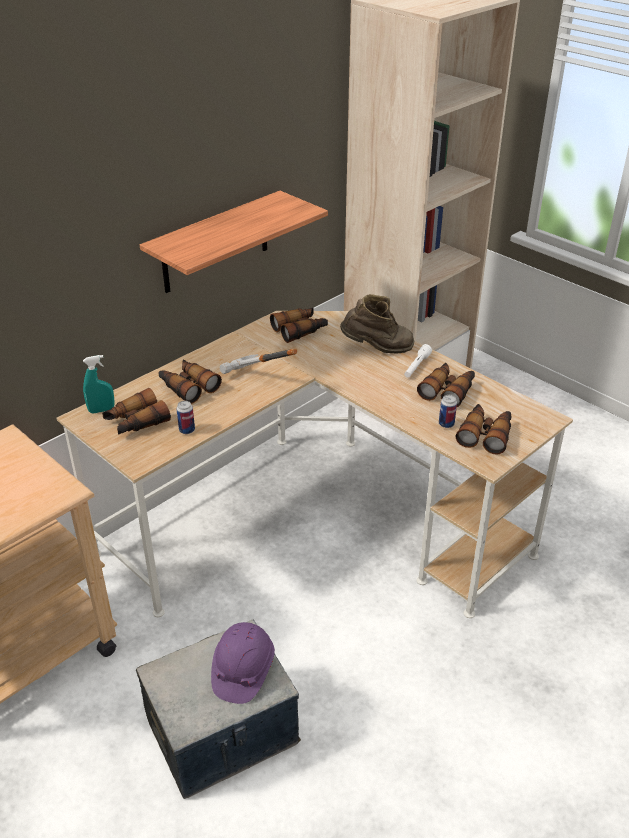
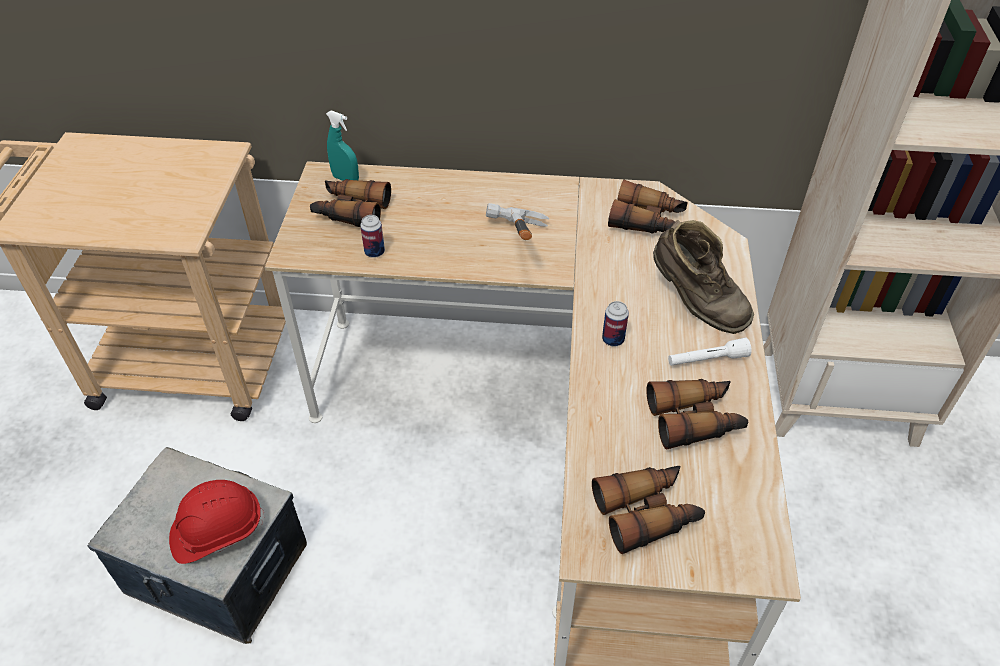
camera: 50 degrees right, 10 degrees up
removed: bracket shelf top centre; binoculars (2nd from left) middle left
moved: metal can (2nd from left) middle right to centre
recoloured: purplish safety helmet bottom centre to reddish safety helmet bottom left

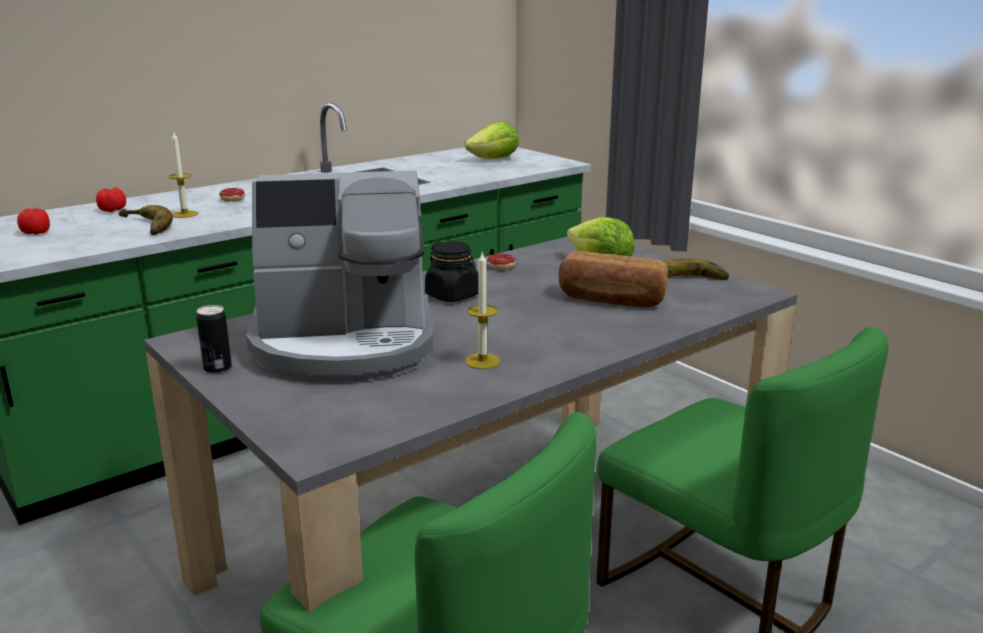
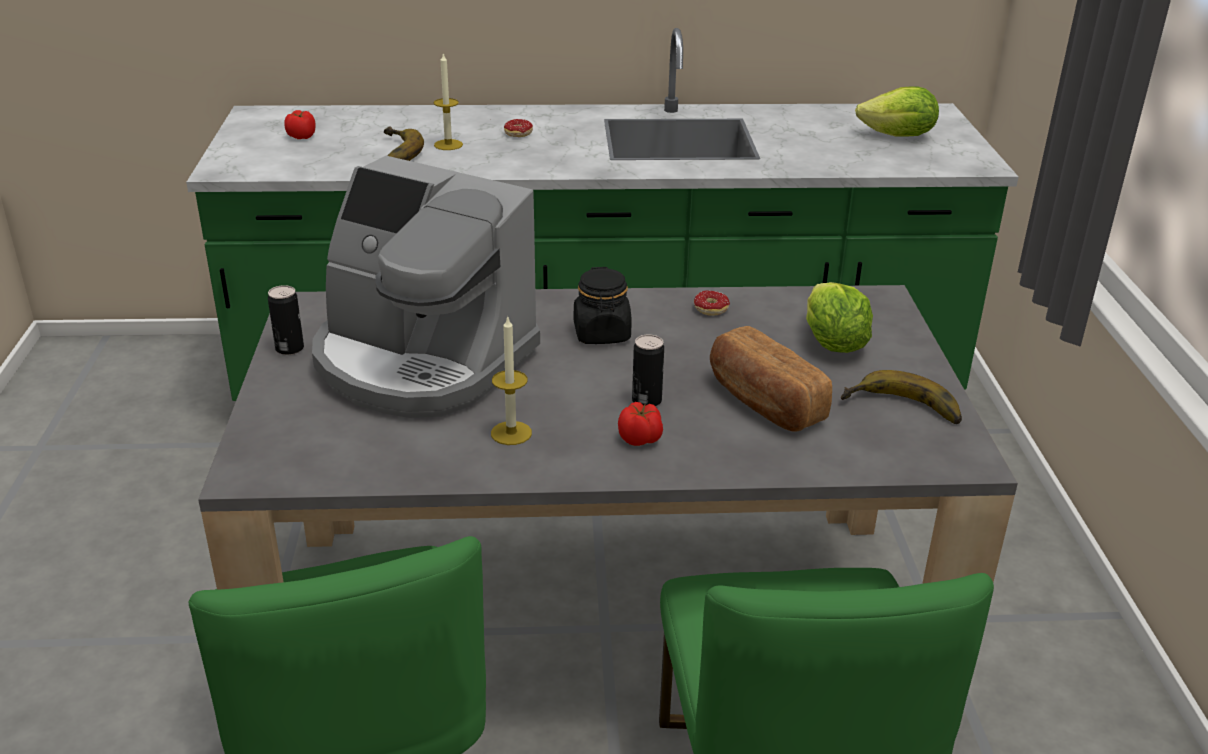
camera: 35 degrees right, 10 degrees up
added: metal can (2nd from left) centre
moved: fresh tomato (2nd from left) top left to centre

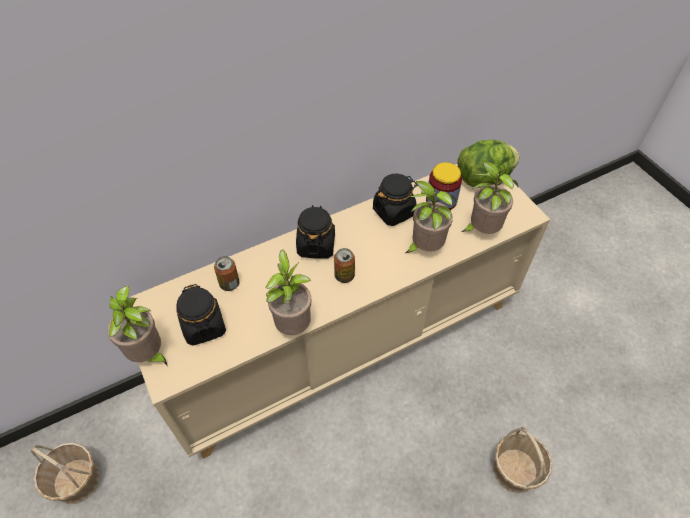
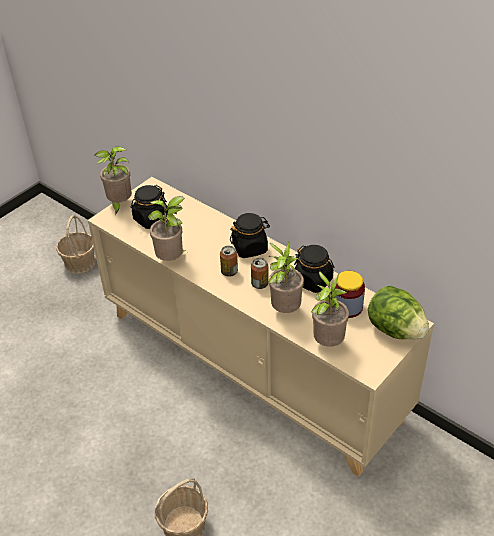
camera: 70 degrees right, 10 degrees down
moved: metal can (1st from left in the first image) middle left to metal can (2nd from left) centre

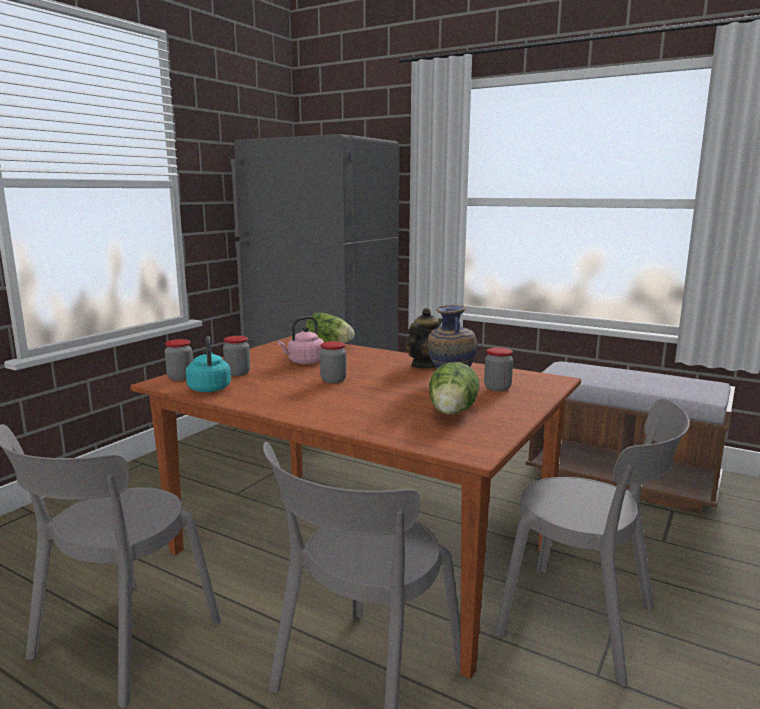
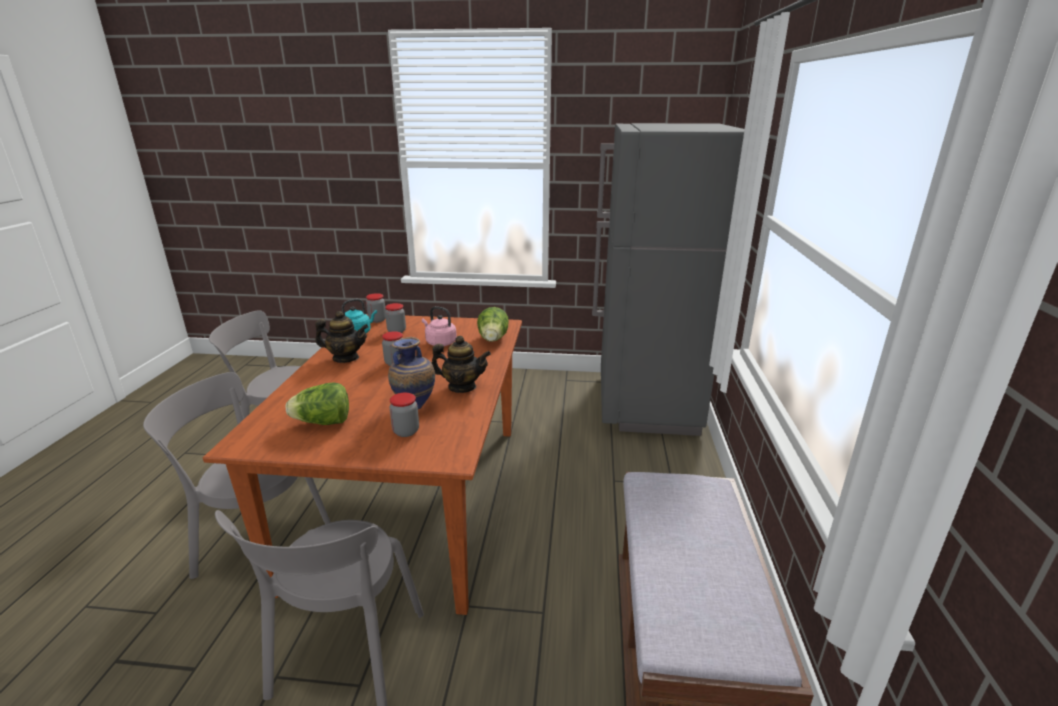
camera: 65 degrees right, 10 degrees up
added: teapot (1st from left) middle left

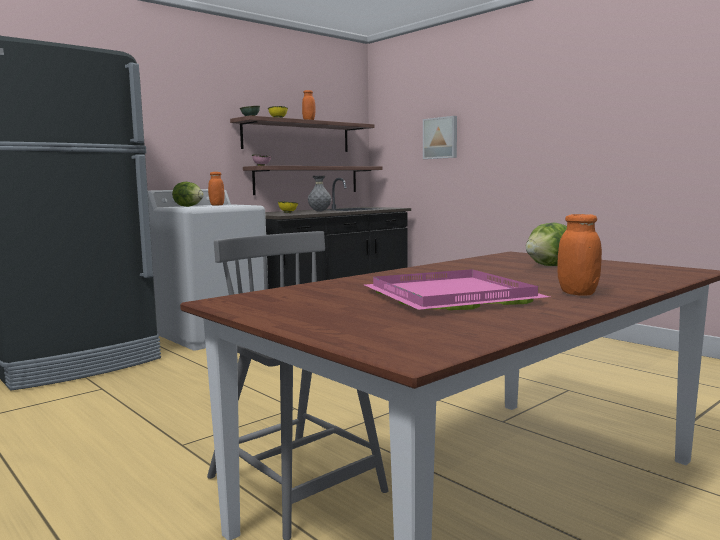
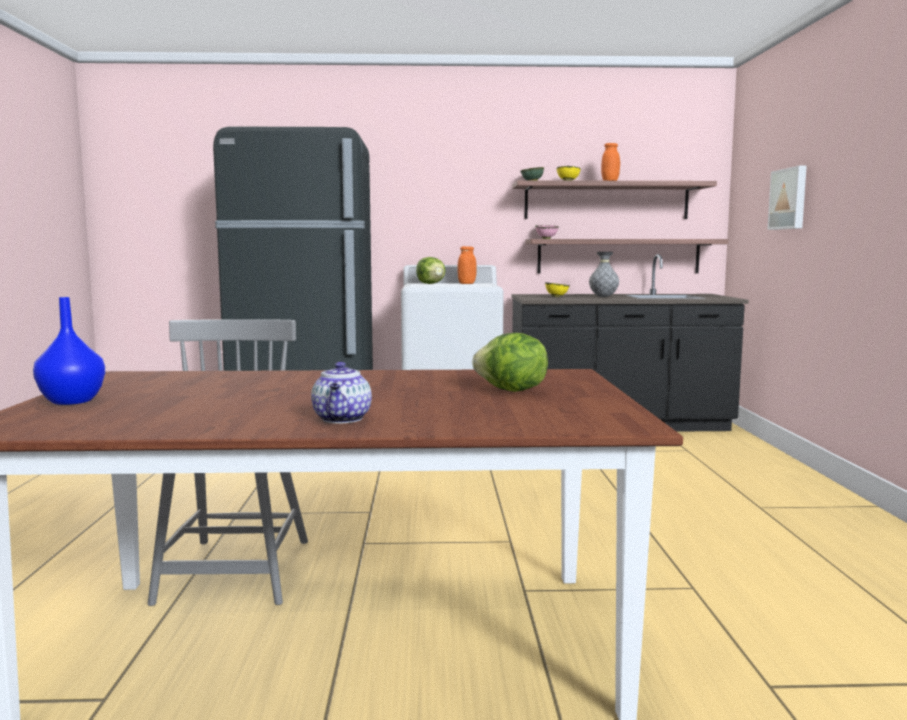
camera: 40 degrees right, 0 degrees up
removed: pinkish serving tray centre
added: blue-coloured flower vase middle left
replaced: orange-coloured preserve jar (3rd from left) middle right to teapot centre

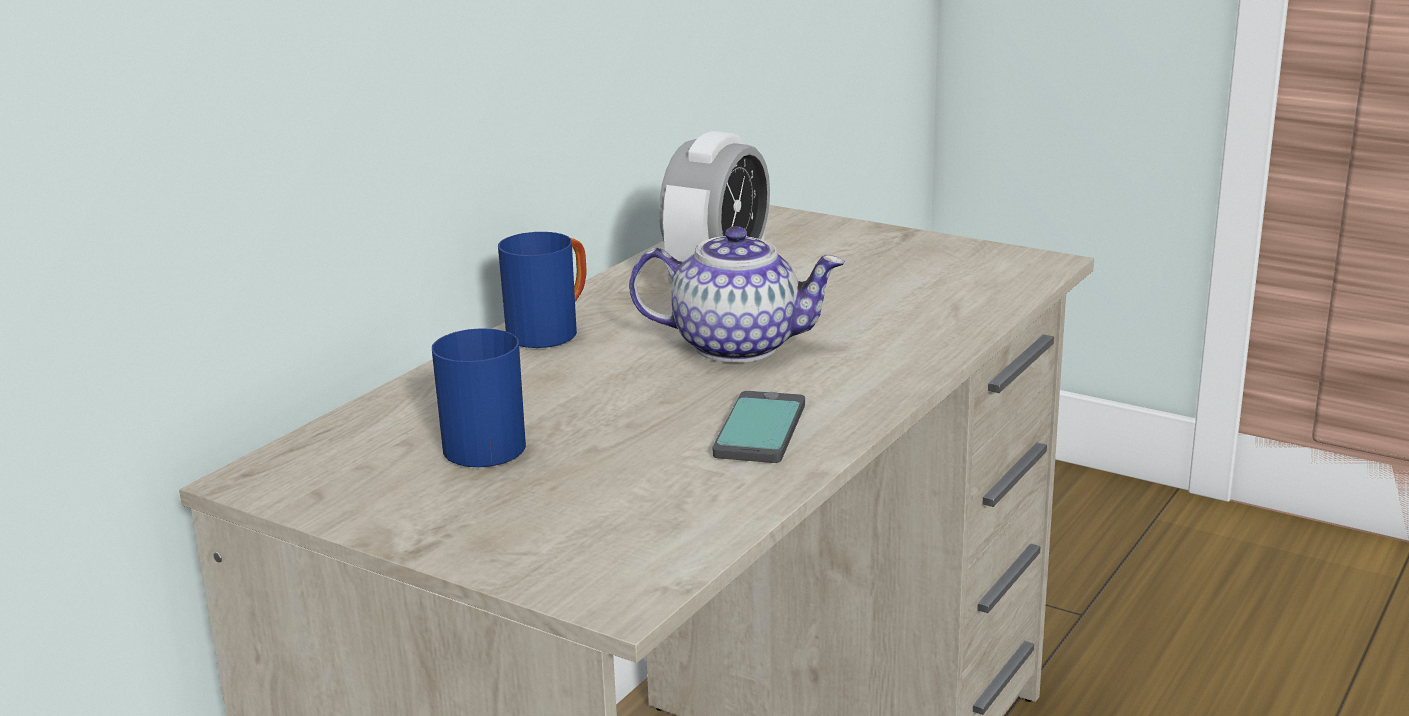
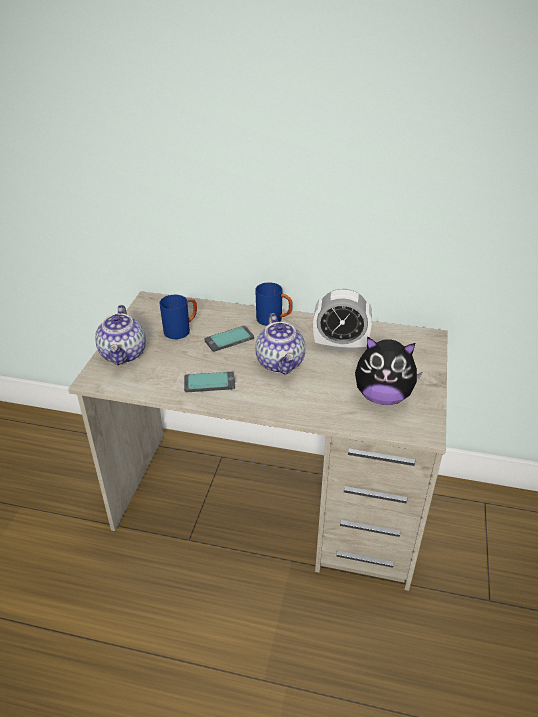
camera: 70 degrees right, 15 degrees up
added: teapot (1st from left) middle left; phone (2nd from left) centre; plush toy middle right

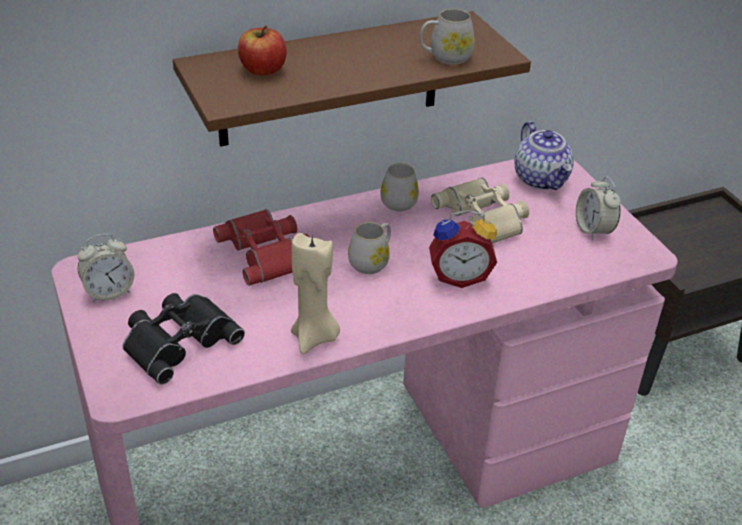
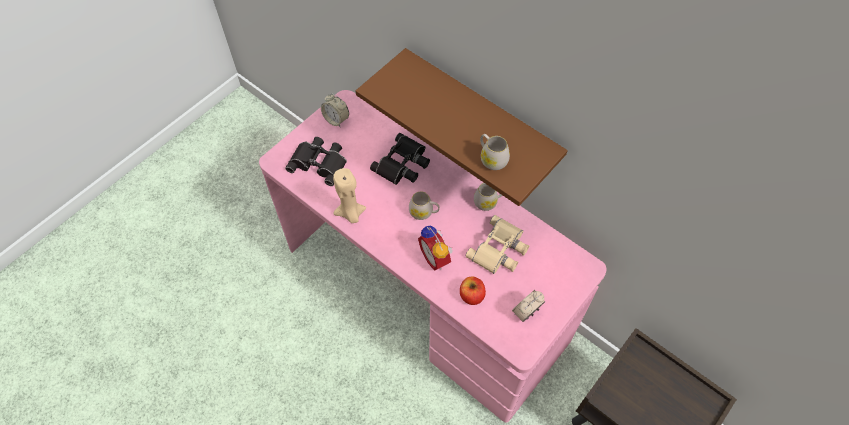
camera: 65 degrees right, 20 degrees up
removed: teapot top right
moved: apple top centre to bottom centre
recoloured: reddish binoculars centre to black-coloured binoculars (2nd from left) centre

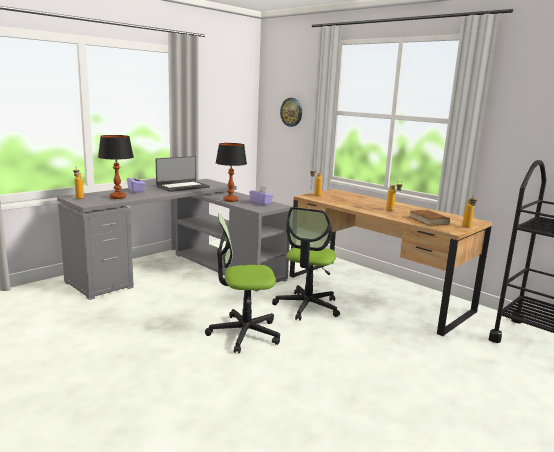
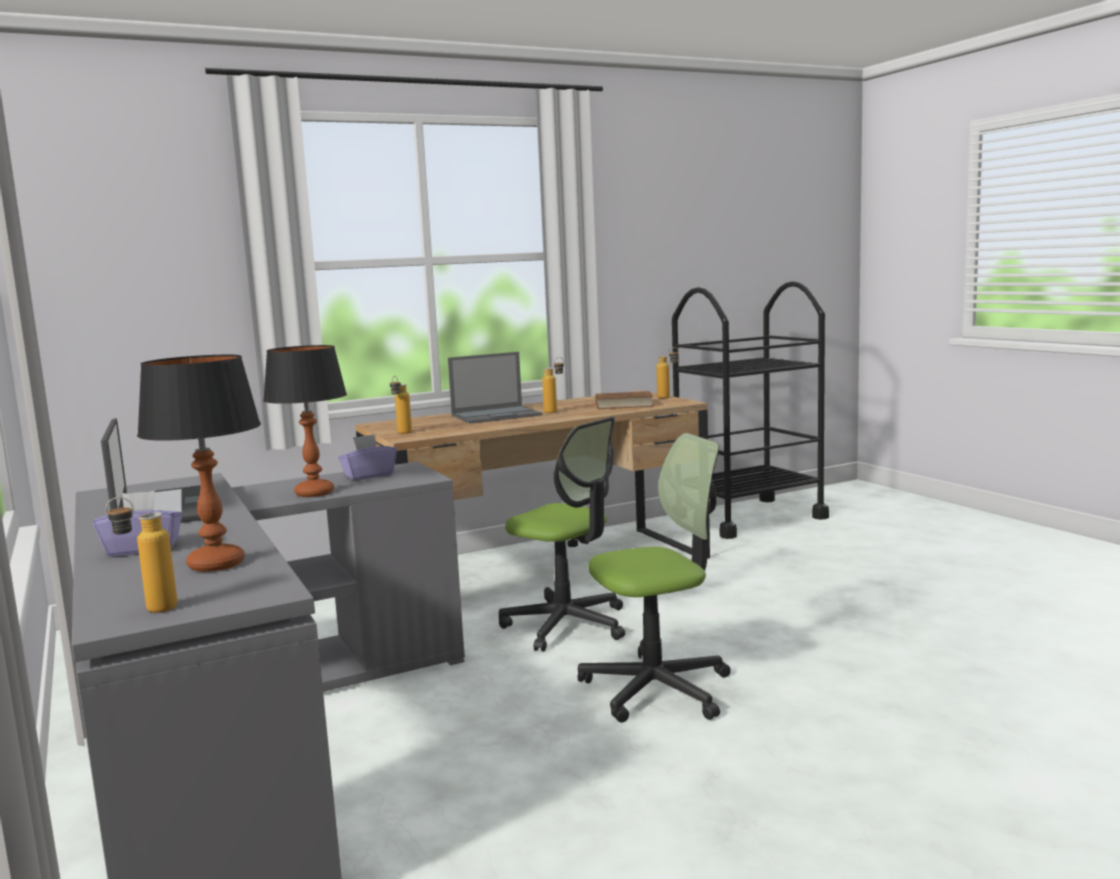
camera: 70 degrees left, 5 degrees down
removed: wall clock top centre
added: notebook computer (2nd from left) centre
turned: computer chair (1st from left in the first image) centre = centre 120 degrees counterclockwise

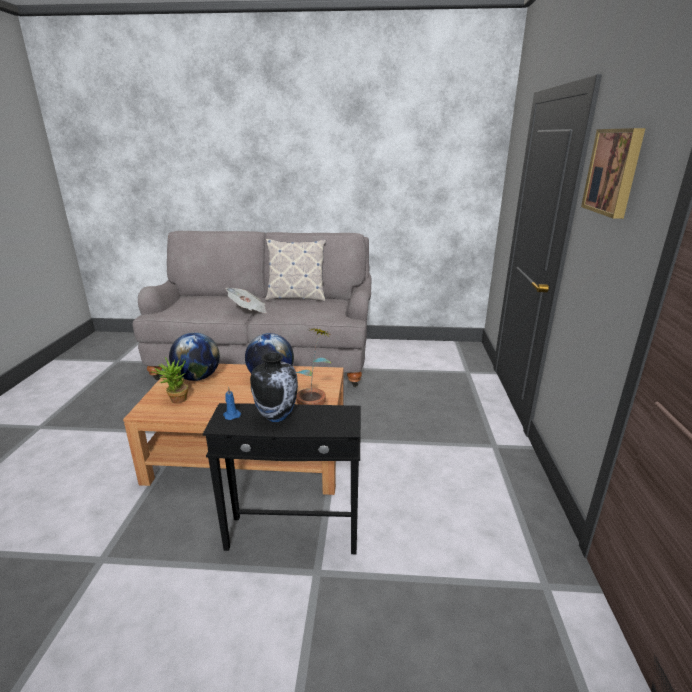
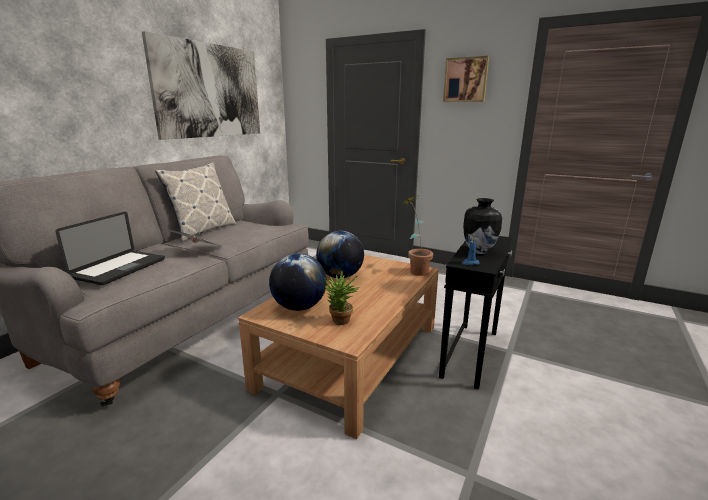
camera: 65 degrees left, 5 degrees down
added: notebook computer middle left; wall art (1st from left) top left

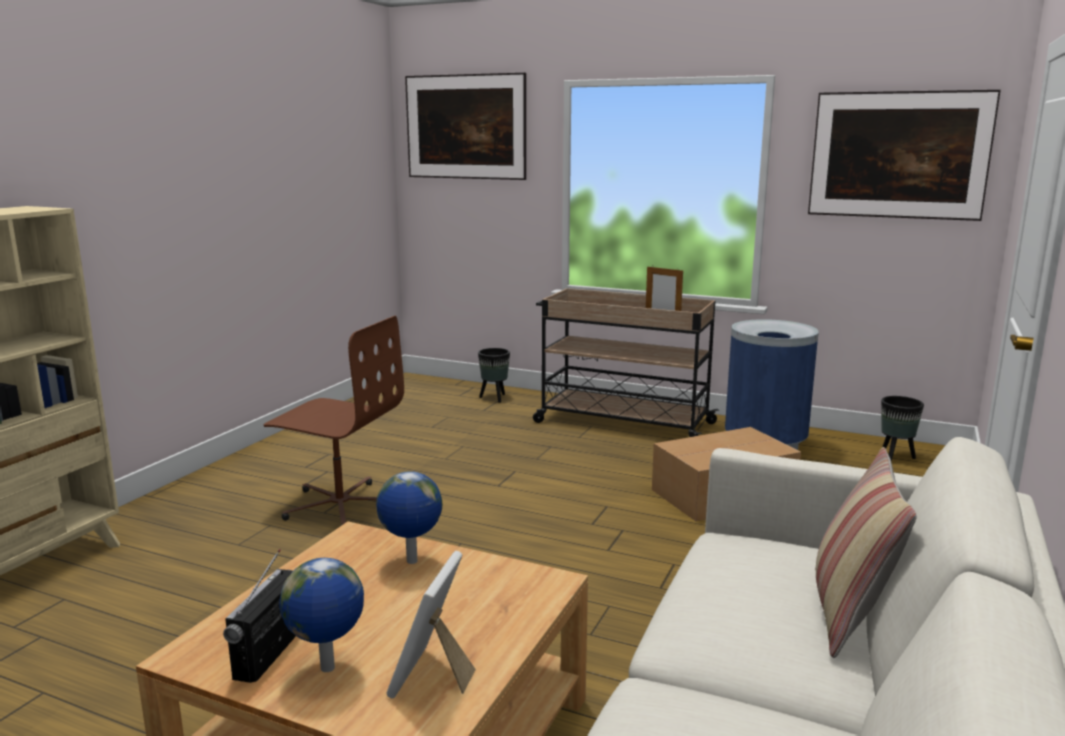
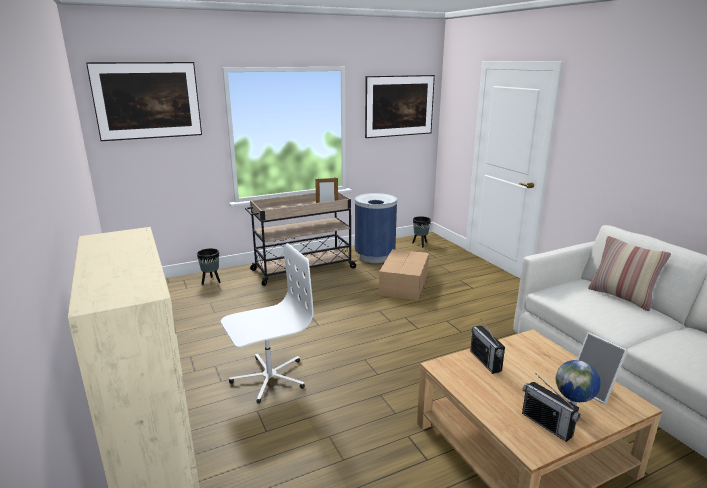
camera: 50 degrees left, 5 degrees up
replaced: desk globe (2nd from left) bottom centre to radio set (1st from left) bottom right
recoloured: brown computer chair middle left to white computer chair centre

